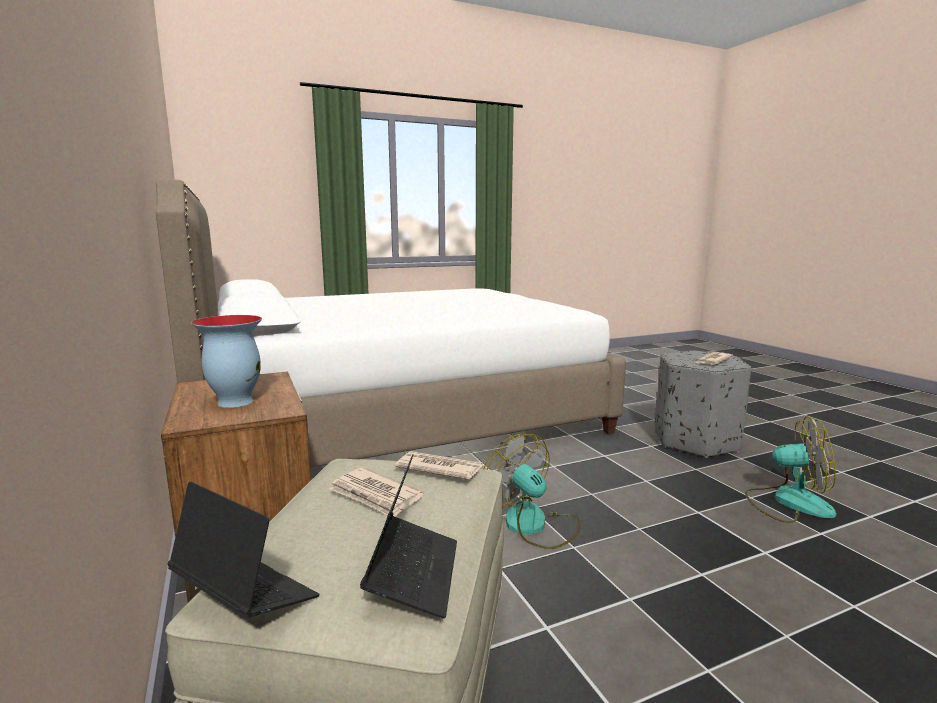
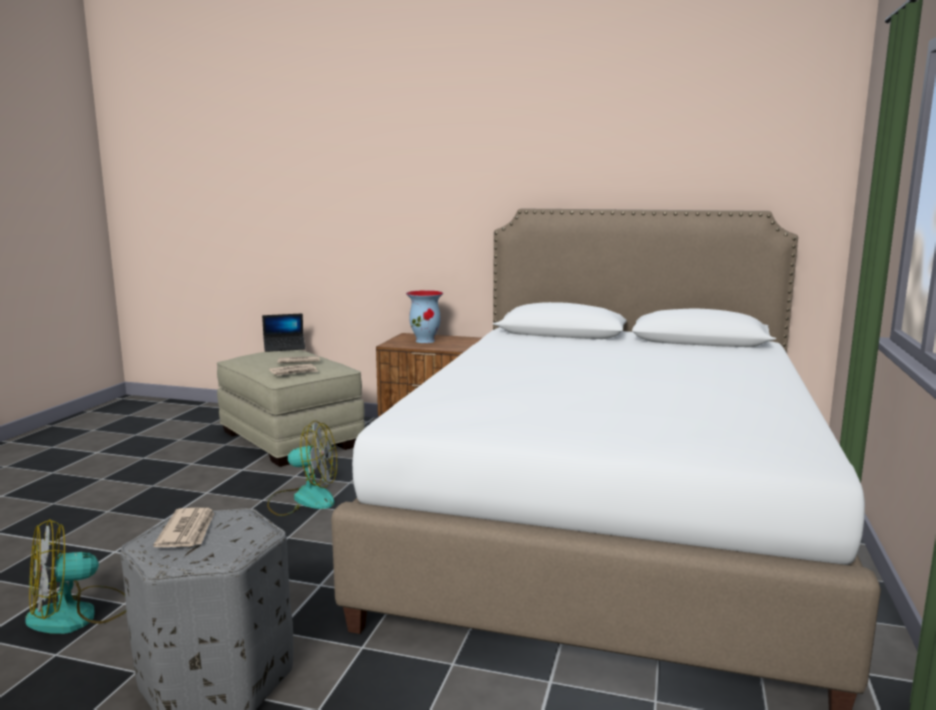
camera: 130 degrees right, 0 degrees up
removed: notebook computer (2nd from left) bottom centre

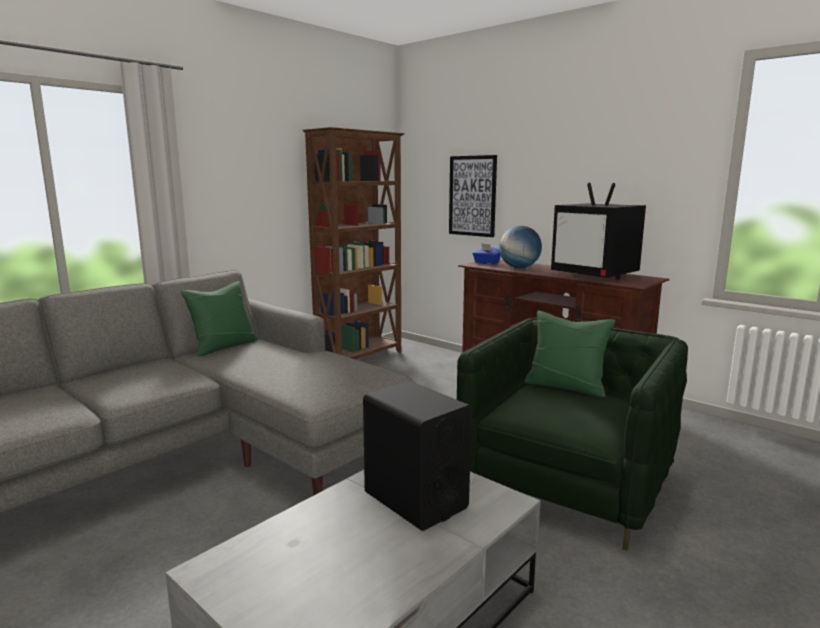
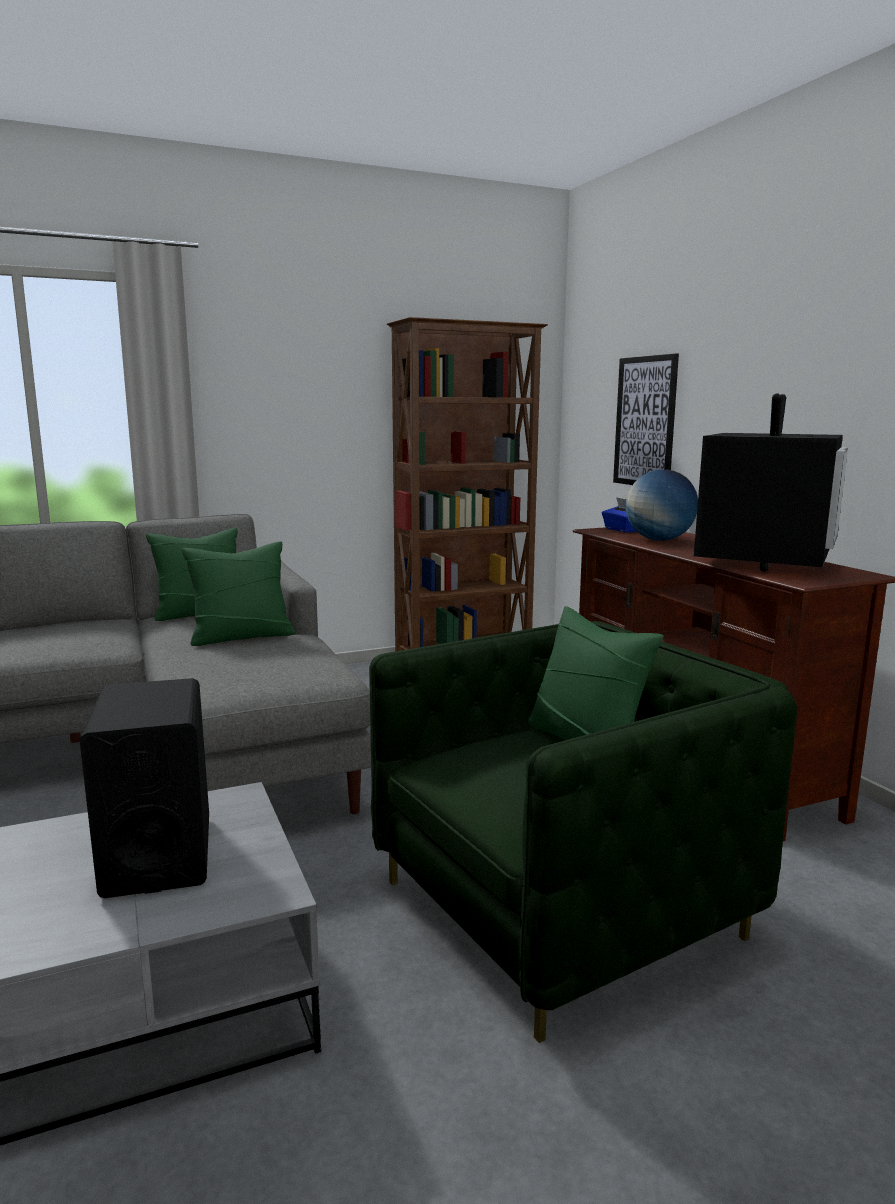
camera: 25 degrees right, 0 degrees up
added: green cushion (2nd from left) middle left
turned: television middle right = middle right 135 degrees counterclockwise

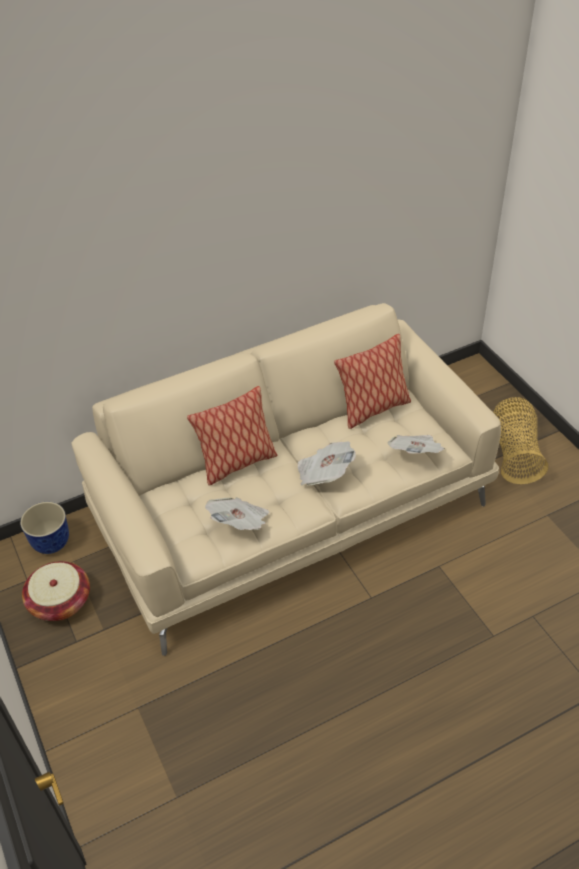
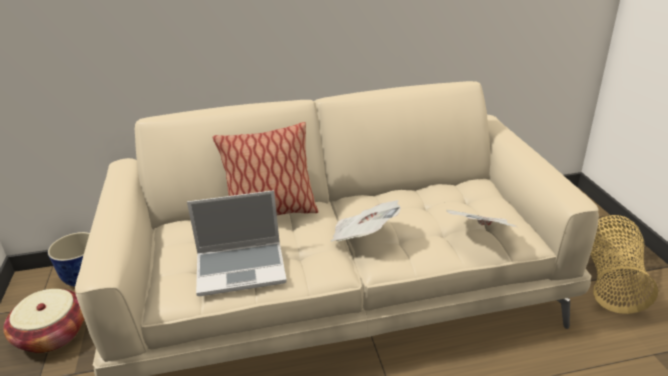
camera: 15 degrees right, 15 degrees down
removed: cushion (2nd from left) centre
replaced: printed paper (1st from left) centre to notebook computer centre

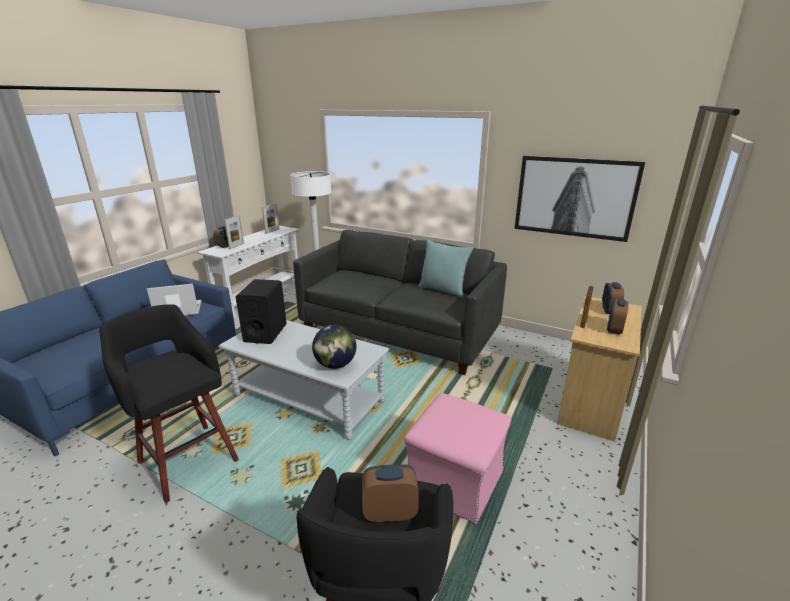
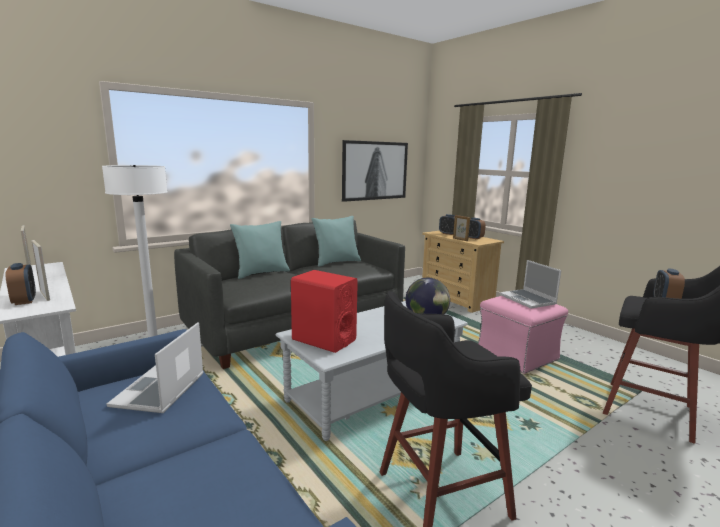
camera: 65 degrees left, 10 degrees down
added: blue-green cushion (1st from left) centre; notebook computer (2nd from left) middle right
recoloured: black-coloured audio speaker middle left to reddish audio speaker centre

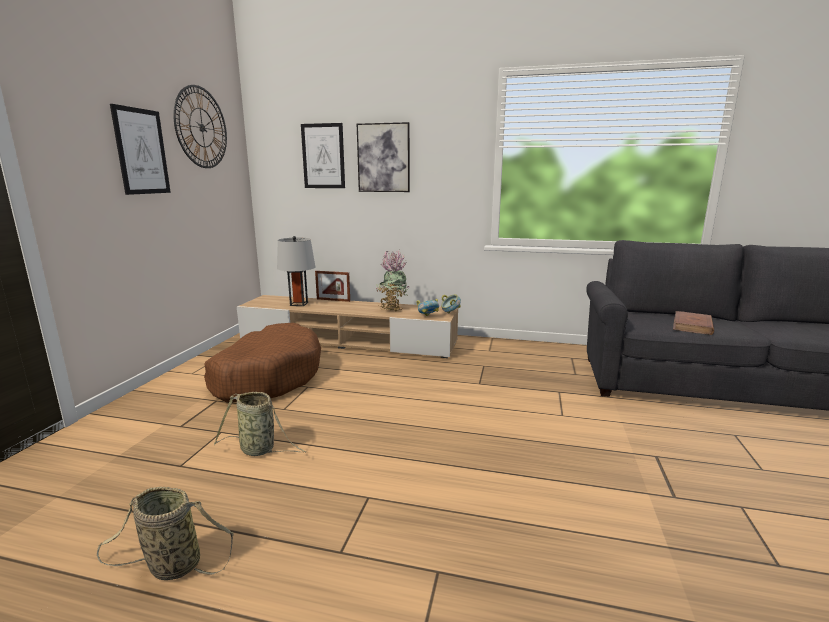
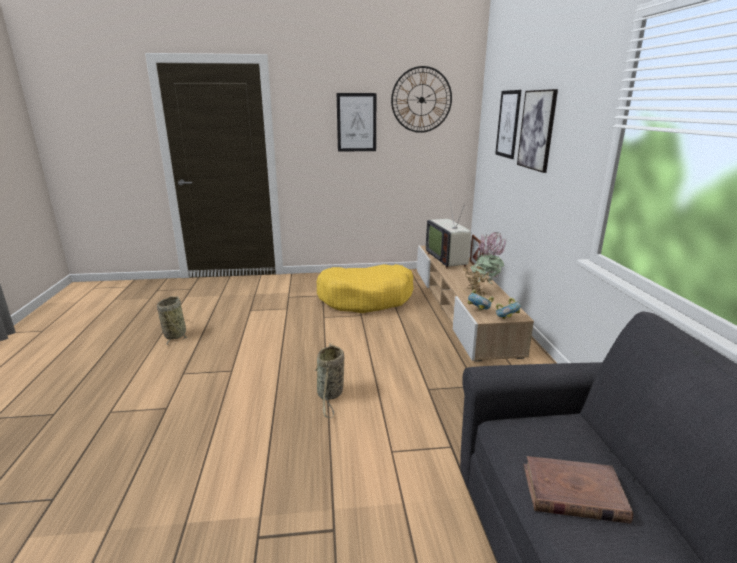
camera: 70 degrees right, 5 degrees up
moved: storage basket (2nd from left) bottom left to bottom centre
replaced: grey table lamp centre to television centre
recoloured: brown pet bed middle left to yellow-coloured pet bed centre

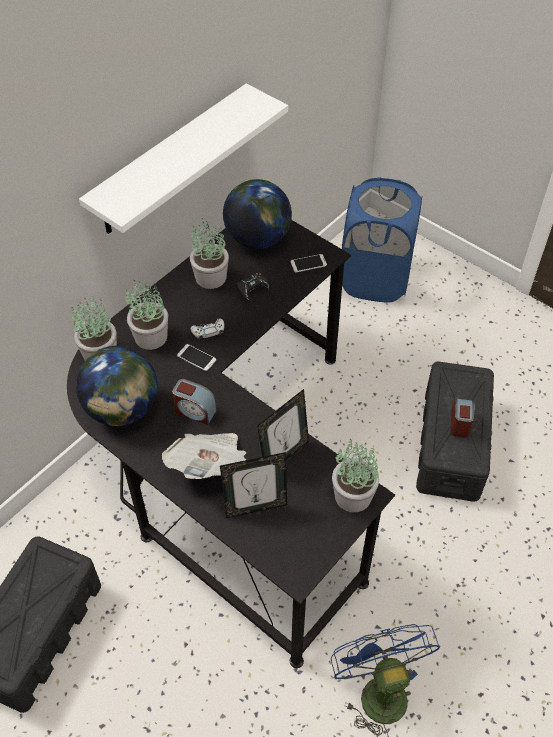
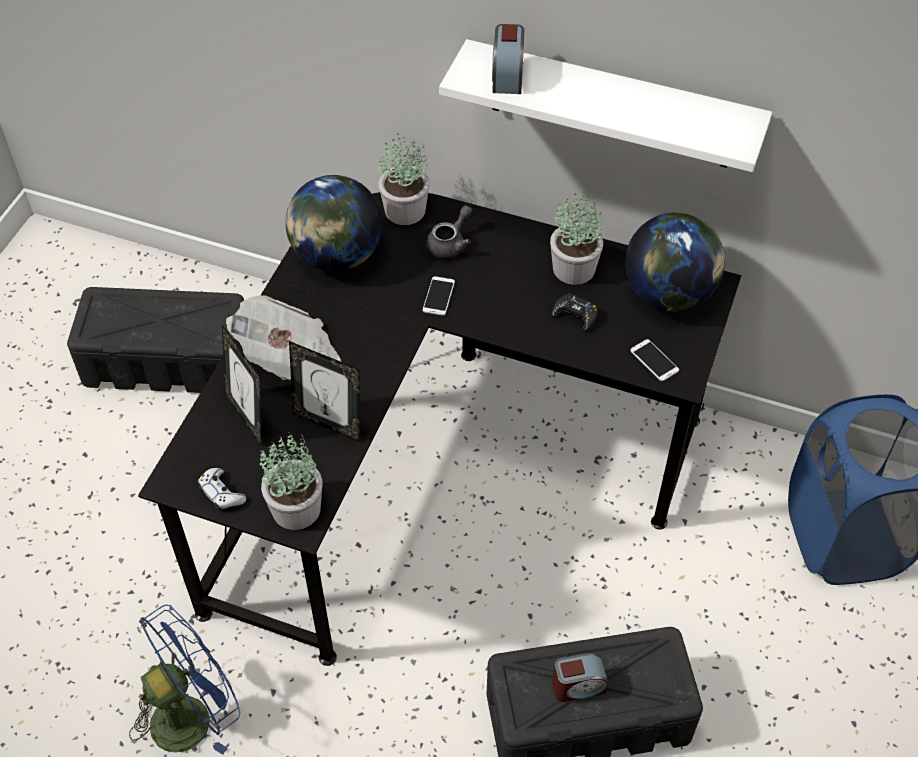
camera: 70 degrees right, 0 degrees up
moved: bedside clock (1st from left) centre to top centre; white gamepad centre to middle left
replaced: plant in a pot (2nd from left) middle left to grey teapot top centre

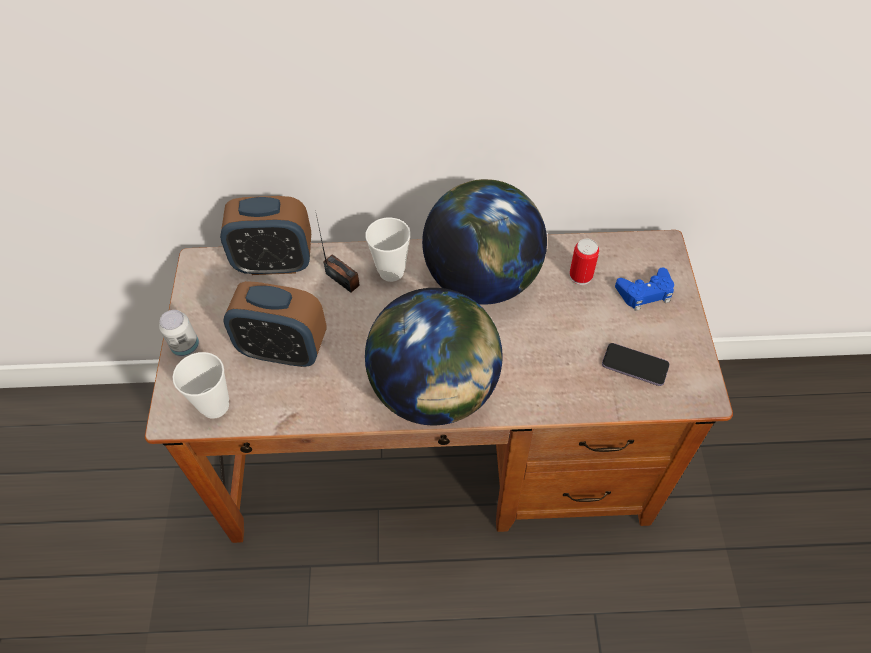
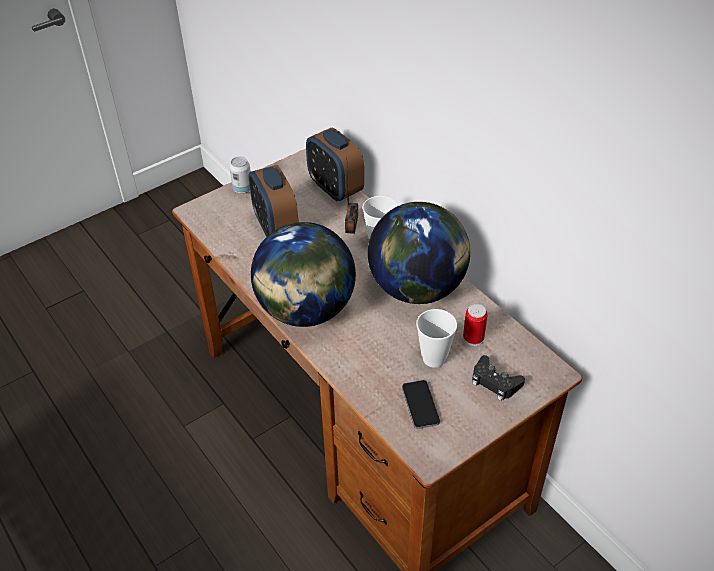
camera: 55 degrees right, 10 degrees down
moved: drinking cup (1st from left in the first image) middle left to drinking cup (2nd from left) centre
recoloured: blue-coloured gamepad middle right to black-coloured gamepad middle right

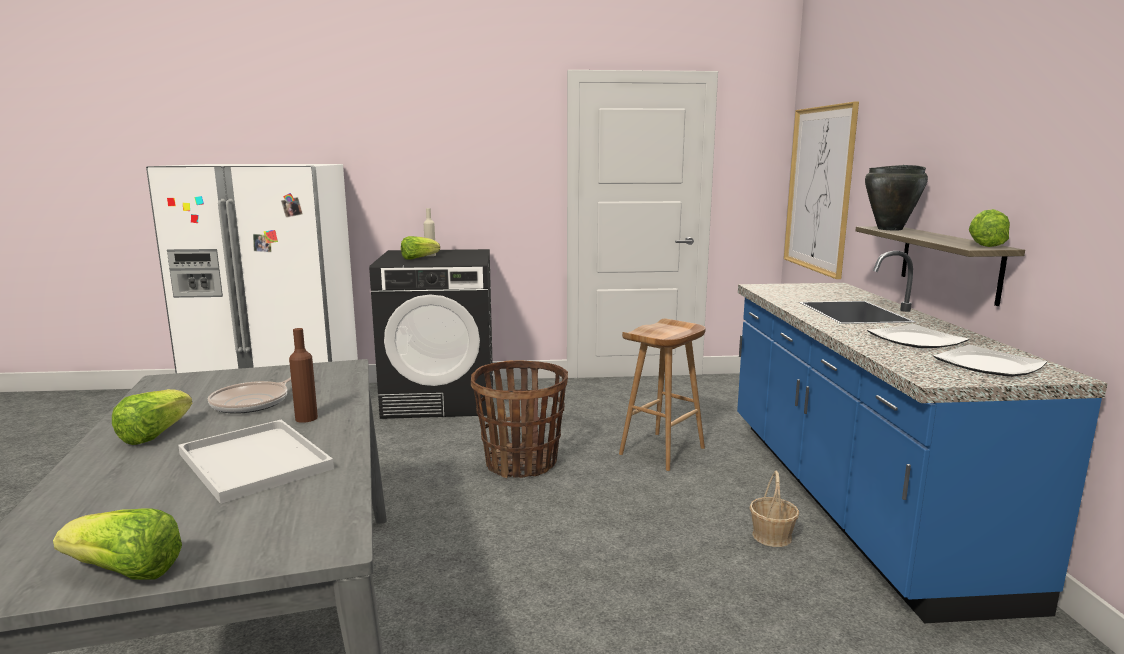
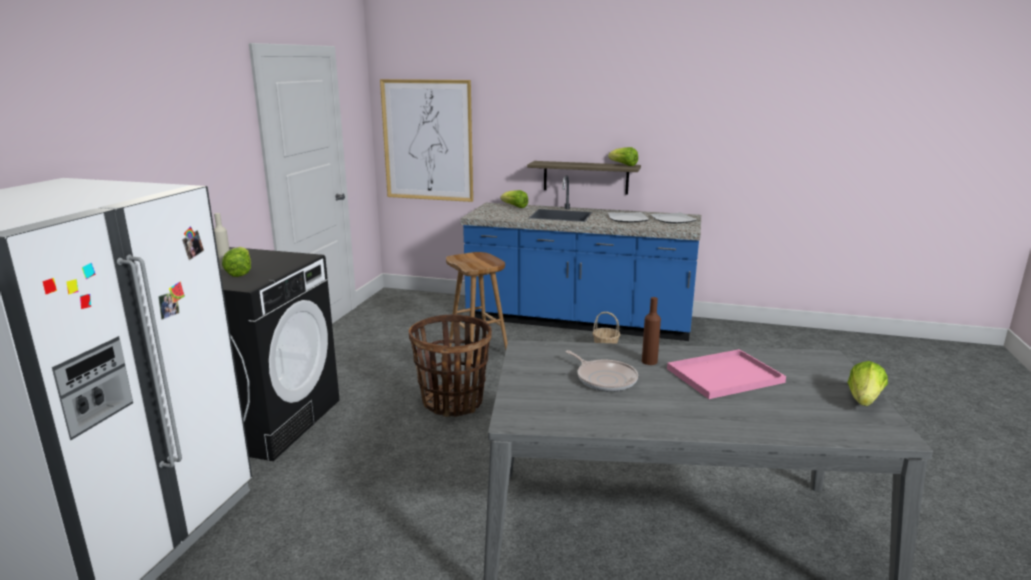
camera: 70 degrees left, 5 degrees up
removed: black-coloured saucepot top right
moved: head of lettuce (2nd from left) middle left to centre
recoloured: white serving tray bottom left to pinkish serving tray middle right

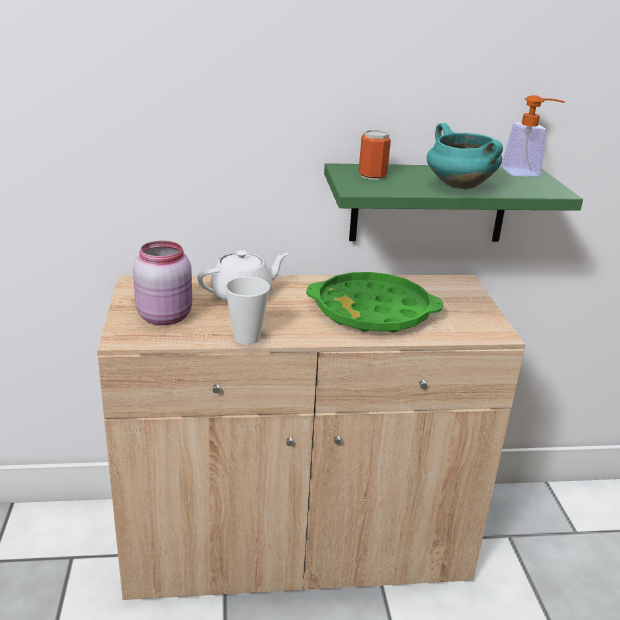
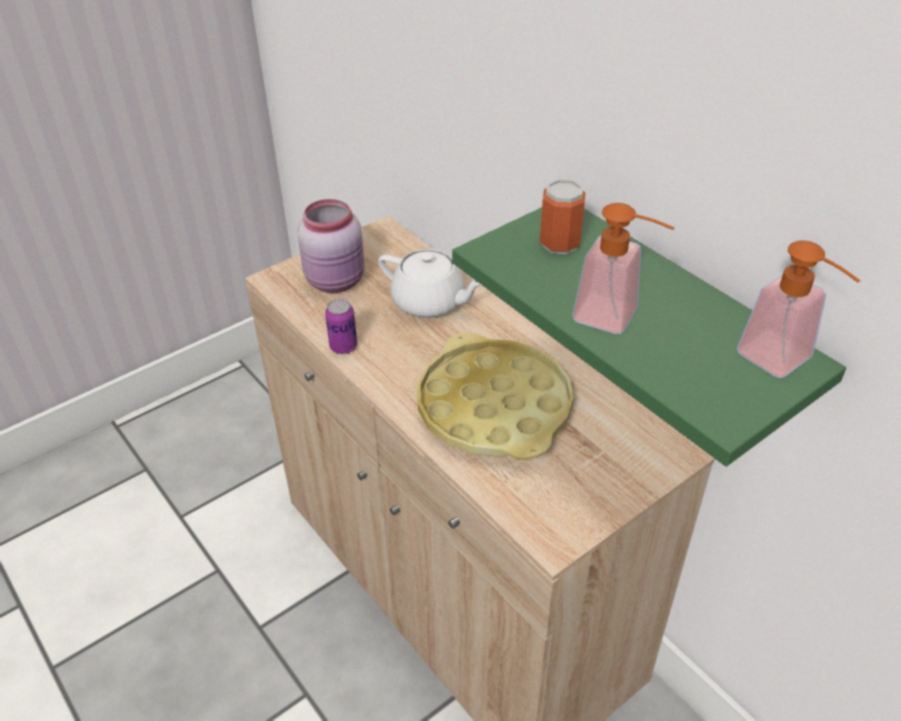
camera: 60 degrees right, 15 degrees up
replaced: drinking cup centre to metal can (1st from left) centre; blue-green saucepot top right to liquid soap bottle (1st from left) middle right
recoloured: green serving tray centre to yellow-coloured serving tray centre

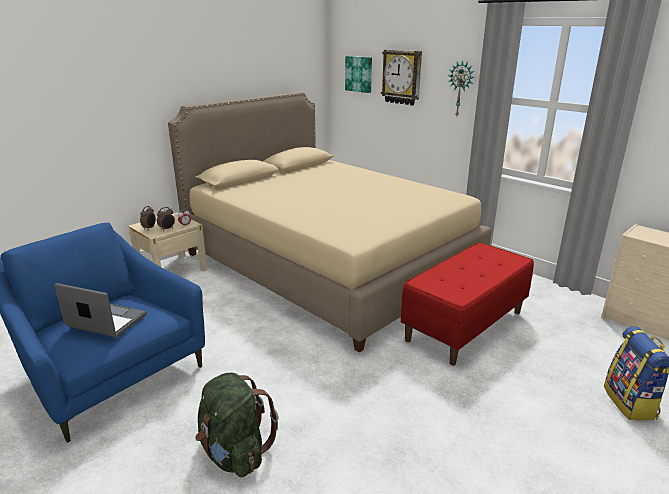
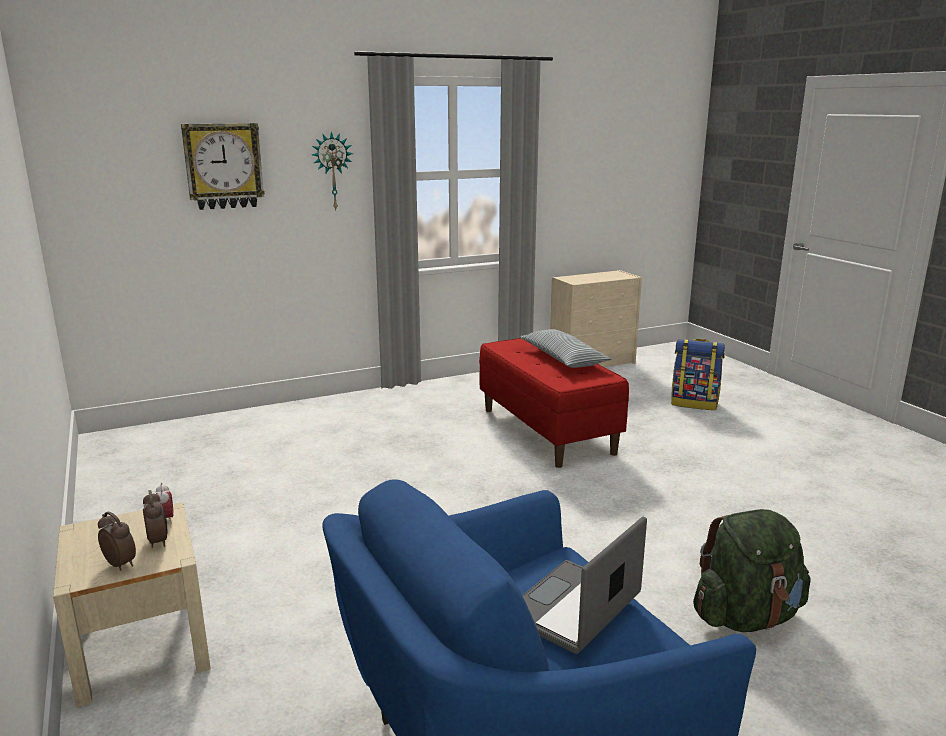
camera: 70 degrees left, 5 degrees down
removed: sand-coloured bed centre; wall art top centre
added: cushion centre

